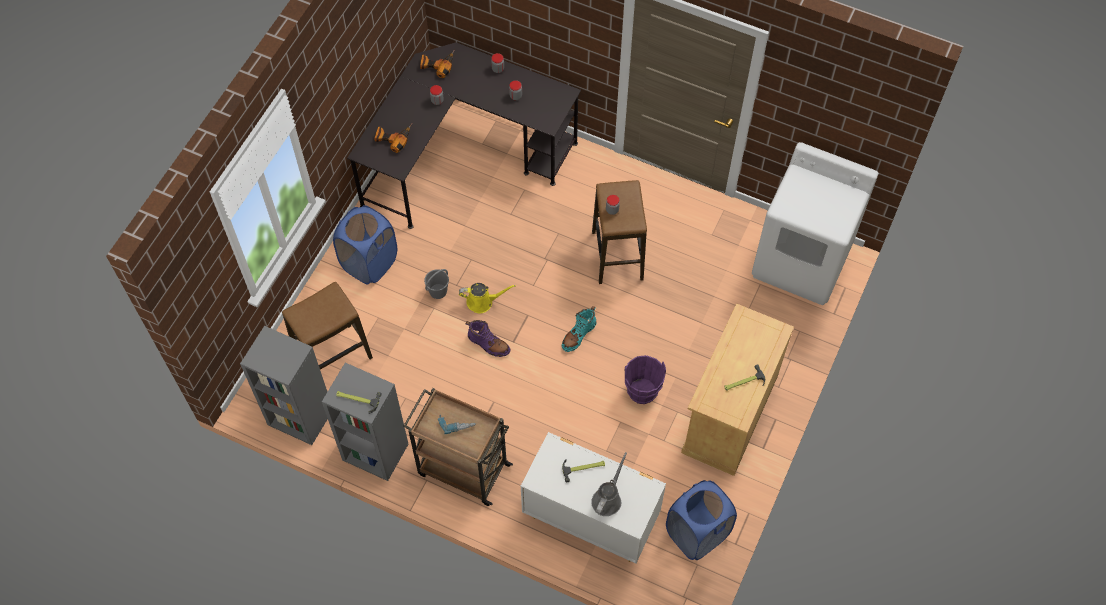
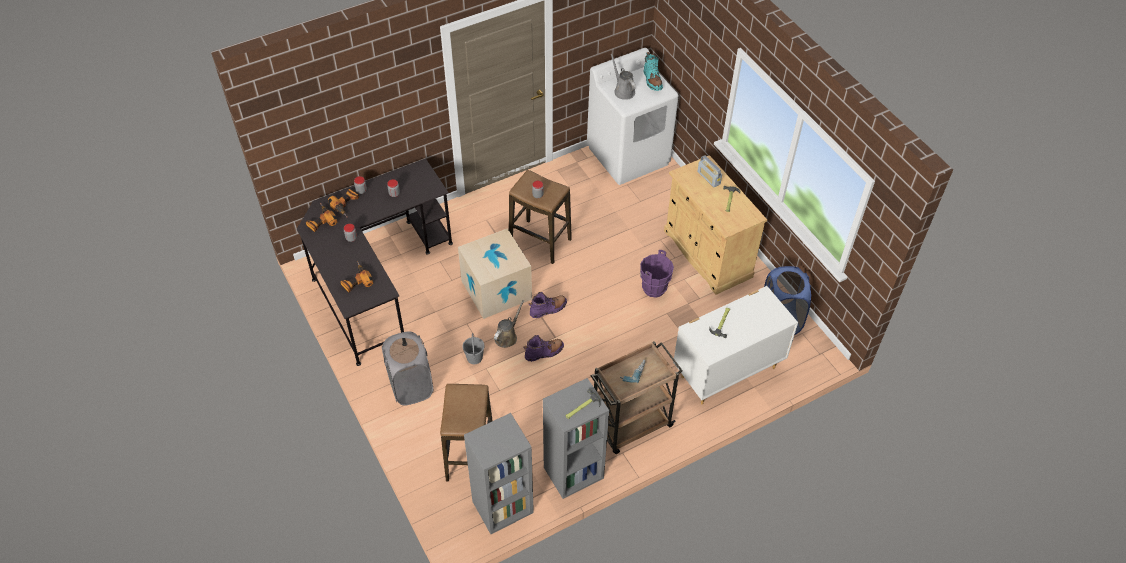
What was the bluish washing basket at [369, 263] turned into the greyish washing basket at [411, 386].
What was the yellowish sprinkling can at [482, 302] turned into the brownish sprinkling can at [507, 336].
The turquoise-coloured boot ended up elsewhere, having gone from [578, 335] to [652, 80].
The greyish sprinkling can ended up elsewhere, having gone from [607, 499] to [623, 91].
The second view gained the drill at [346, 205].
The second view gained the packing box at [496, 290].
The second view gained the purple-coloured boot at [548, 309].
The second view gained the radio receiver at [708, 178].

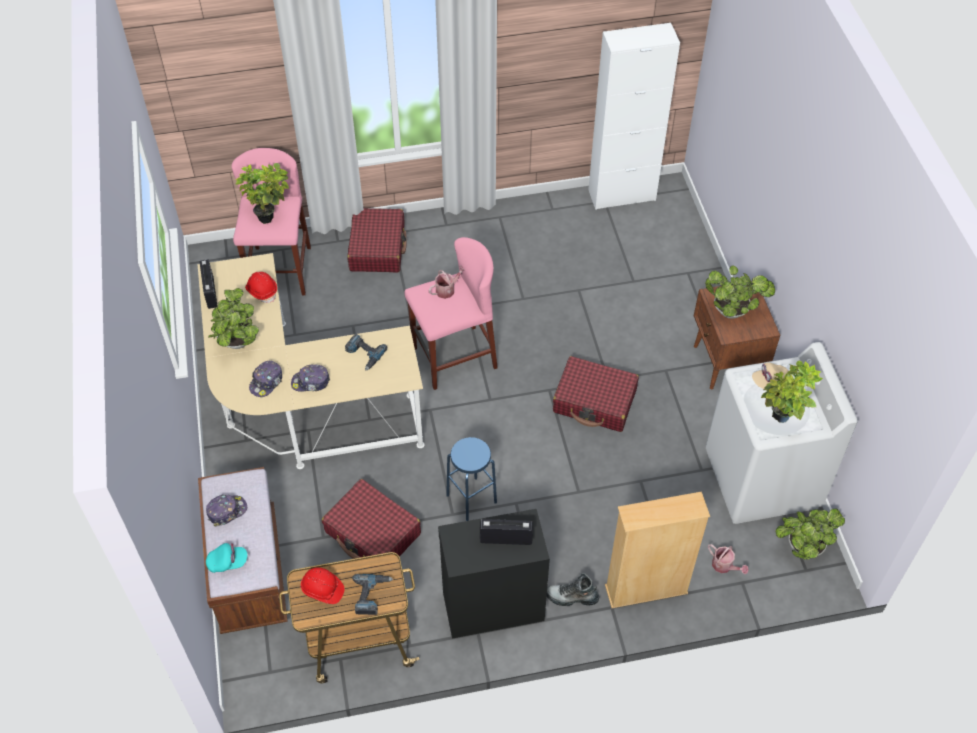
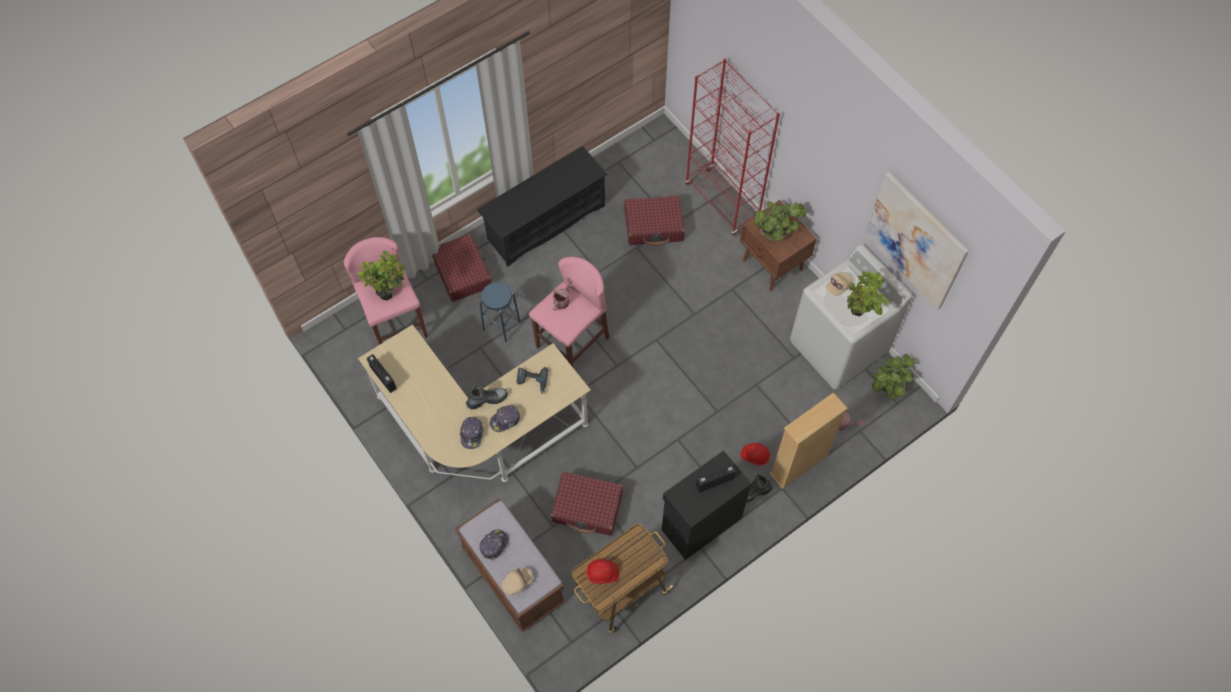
What was the turquoise-coloured peaked cap at [228, 562] turned into the beige peaked cap at [517, 582].
The second view lost the potted plant at [237, 343].
The red safety helmet ended up elsewhere, having gone from [262, 291] to [755, 456].
The second view lost the drill at [372, 595].
The bluish sitting stool ended up elsewhere, having gone from [471, 498] to [501, 325].
The red suitcase ended up elsewhere, having gone from [595, 401] to [654, 226].
The second view lost the white-coloured storage cabinet at [622, 195].
The second view gained the boot at [487, 399].
The second view gained the blackish shoe shelf at [545, 222].
The second view gained the red bookcase at [722, 202].
The second view gained the picture at [915, 241].

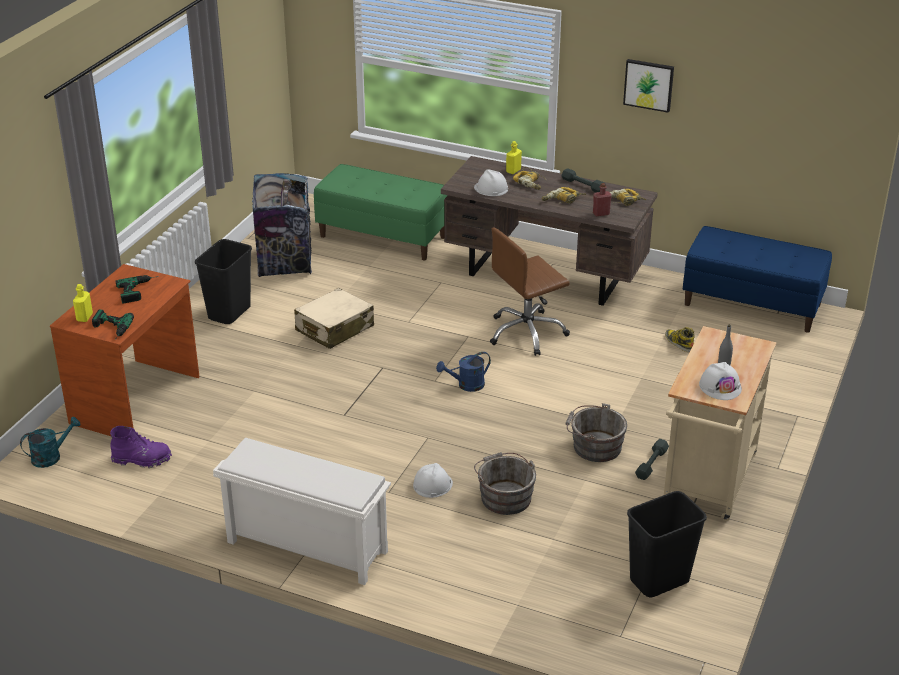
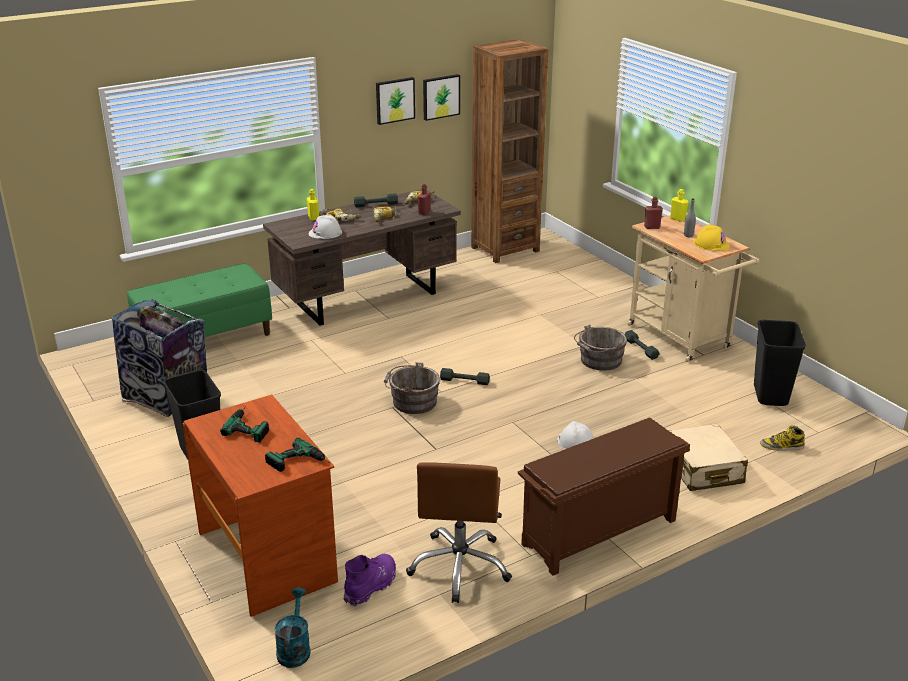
The yellowish bottle ended up elsewhere, having gone from [84, 317] to [678, 219].
What was the white-coloured shoe shelf at [305, 547] turned into the brownish shoe shelf at [598, 534].
The beige suitcase ended up elsewhere, having gone from [334, 329] to [702, 469].
Where the bluish sprinkling can stood at [466, 385], the greyish free weight came to stand at [464, 381].
The greyish water bucket ended up elsewhere, having gone from [504, 496] to [412, 402].
The brownish desk chair ended up elsewhere, having gone from [527, 333] to [460, 566].
The boot ended up elsewhere, having gone from [679, 343] to [782, 446].
Where the bluish long seat stood at [753, 305], the brownish bookcase came to stand at [505, 249].
What was the white-coloured safety helmet at [720, 386] turned into the yellowish safety helmet at [711, 244].
The second view gained the picture at [440, 96].
The second view gained the red bottle at [652, 227].

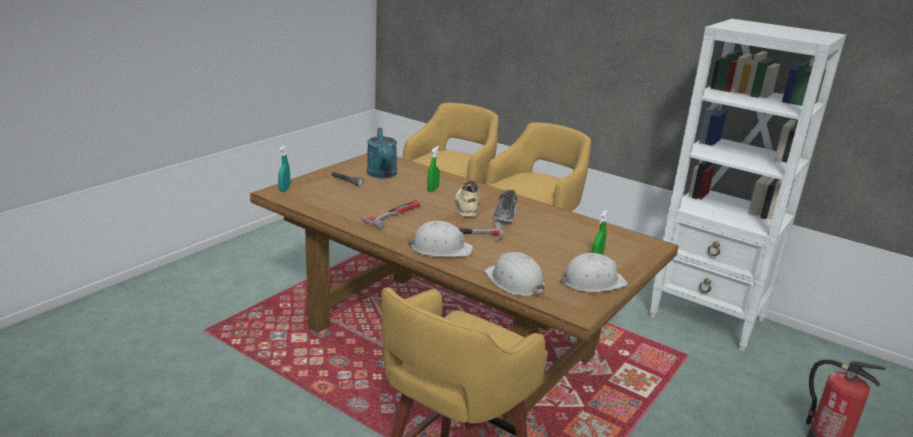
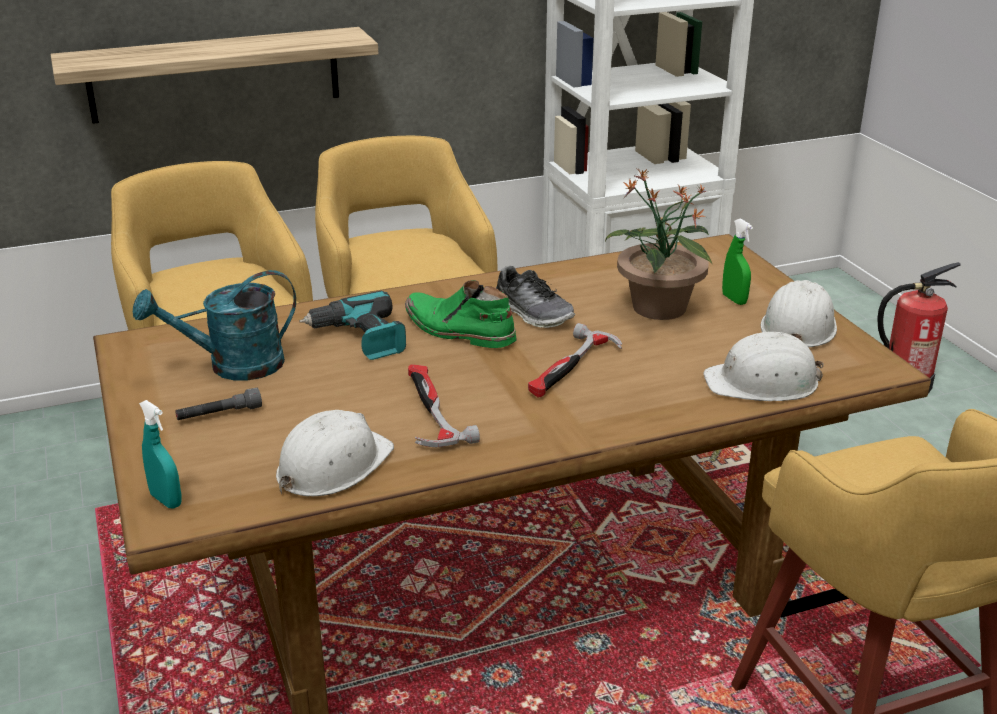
The turquoise-coloured sprinkling can at [382, 175] ended up facing another way, 135 degrees clockwise from before.
The white-coloured safety helmet ended up elsewhere, having gone from [440, 248] to [332, 465].
Where the green spray bottle stood at [433, 189], the drill came to stand at [360, 339].
What was the beige boot at [466, 205] turned into the green boot at [458, 330].
The second view gained the shelf at [215, 74].
The second view gained the potted plant at [658, 308].

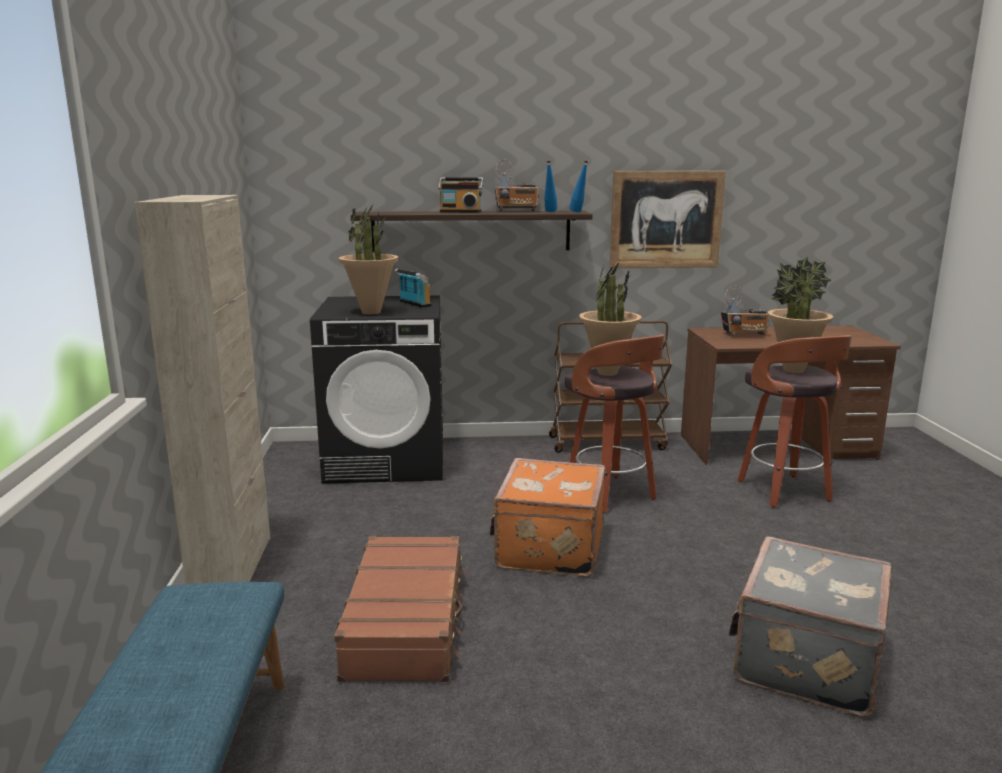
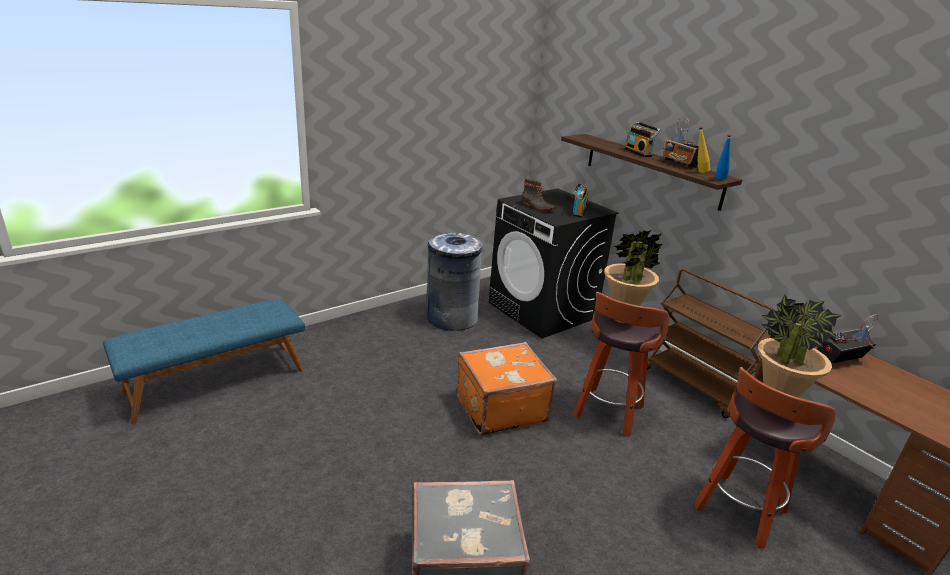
The second view lost the beige storage cabinet at [232, 566].
The second view lost the brownish suitcase at [407, 623].
Where the potted plant stood at [371, 312], the boot came to stand at [536, 207].
What was the bluish bottle at [549, 212] turned into the yellowish bottle at [698, 172].
The second view lost the picture at [666, 219].
The radio receiver at [744, 335] ended up facing another way, 105 degrees clockwise from before.
The second view gained the greyish waste bin at [451, 318].

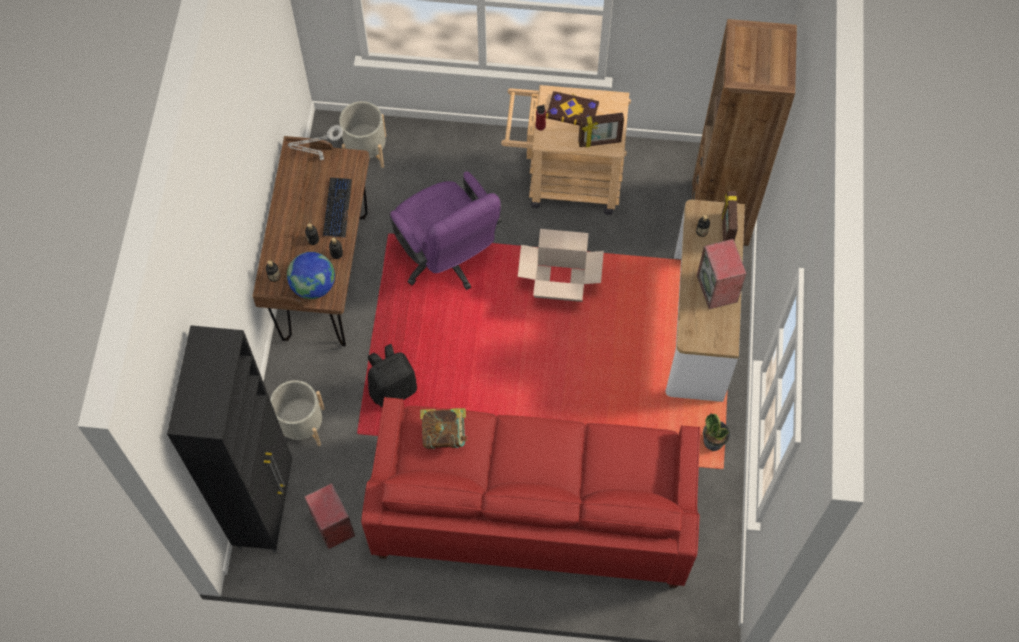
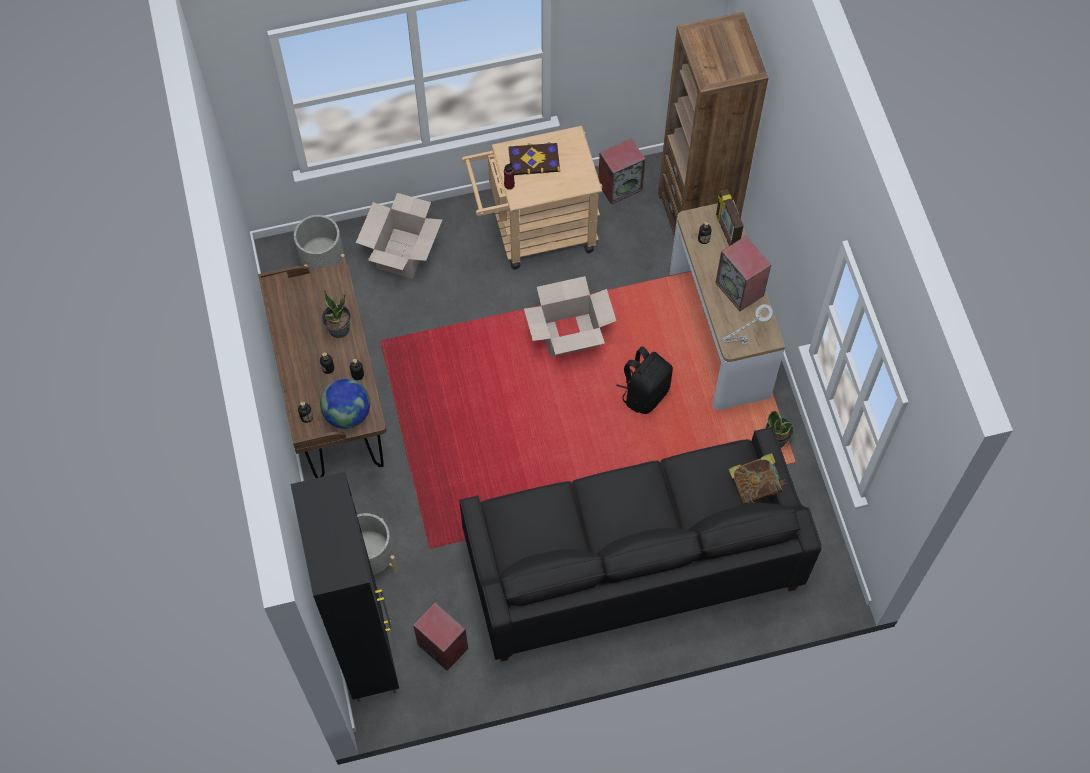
The greyish tabletop lamp ended up elsewhere, having gone from [320, 158] to [742, 343].
Where the keyboard stood at [337, 208], the potted plant came to stand at [339, 329].
What was the red settee at [532, 510] turned into the blackish settee at [630, 564].
The blackish knapsack ended up elsewhere, having gone from [393, 388] to [644, 393].
The second view lost the purple-coloured desk chair at [447, 259].
The volume ended up elsewhere, having gone from [444, 434] to [755, 485].
The second view lost the photo frame at [599, 142].
The second view gained the packing box at [403, 253].
The second view gained the speaker at [620, 186].

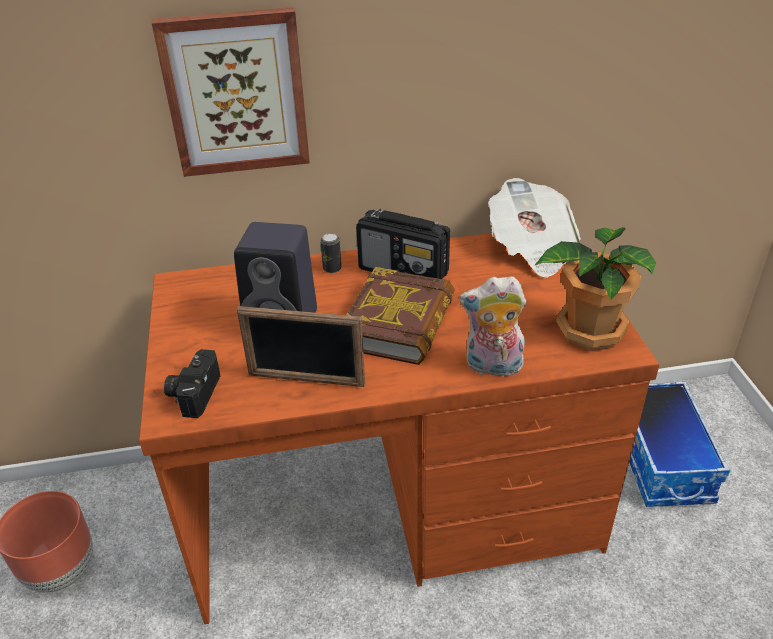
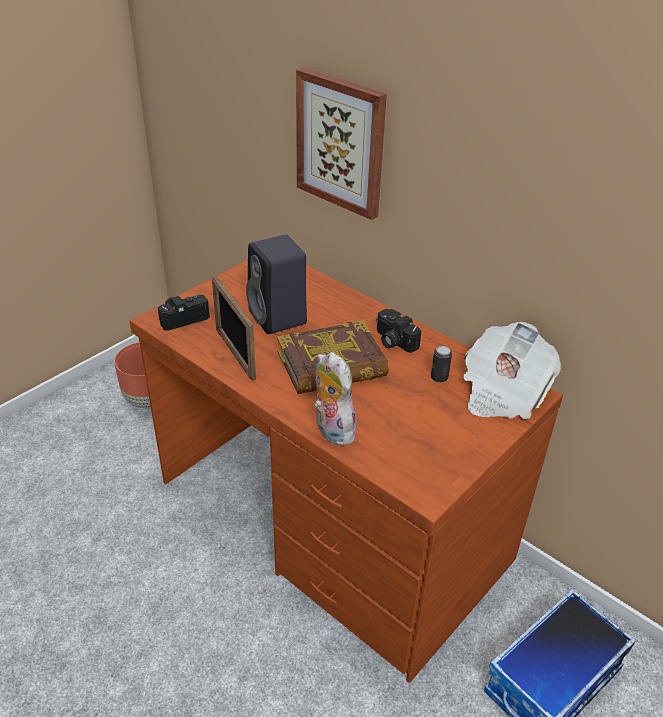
The sealed can ended up elsewhere, having gone from [332, 268] to [439, 377].
Where the radio receiver stood at [404, 271], the photo camera came to stand at [393, 341].
The second view lost the potted plant at [588, 330].

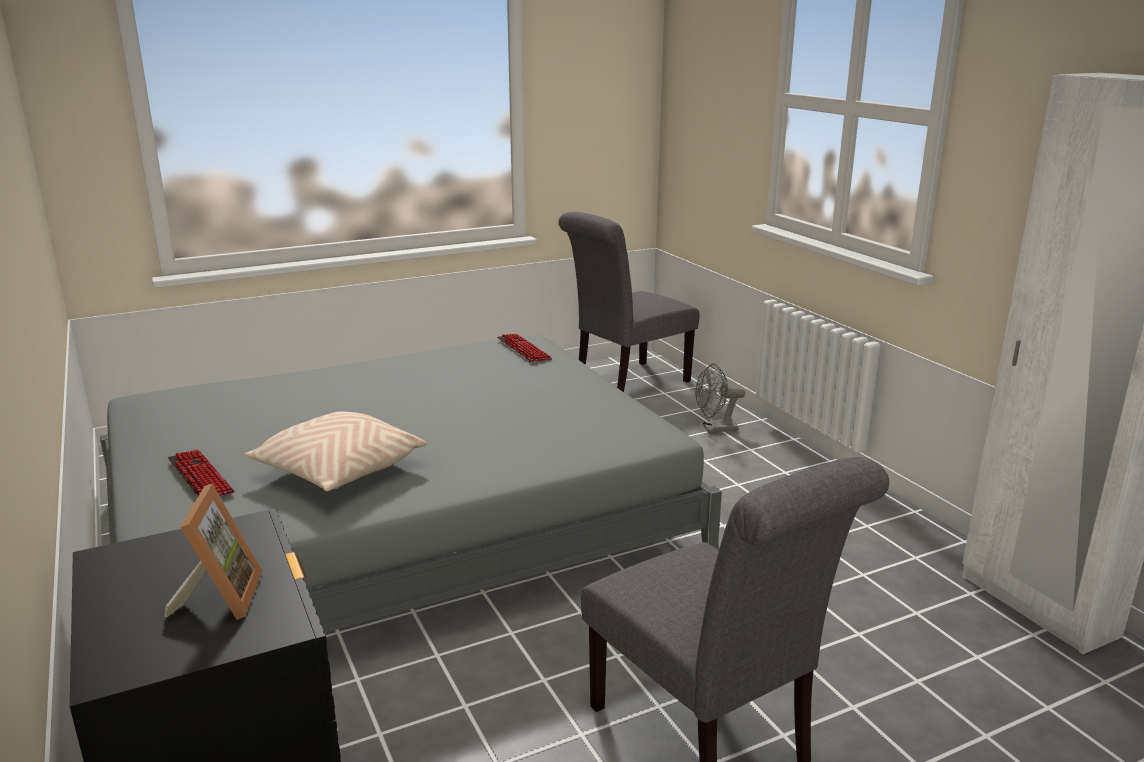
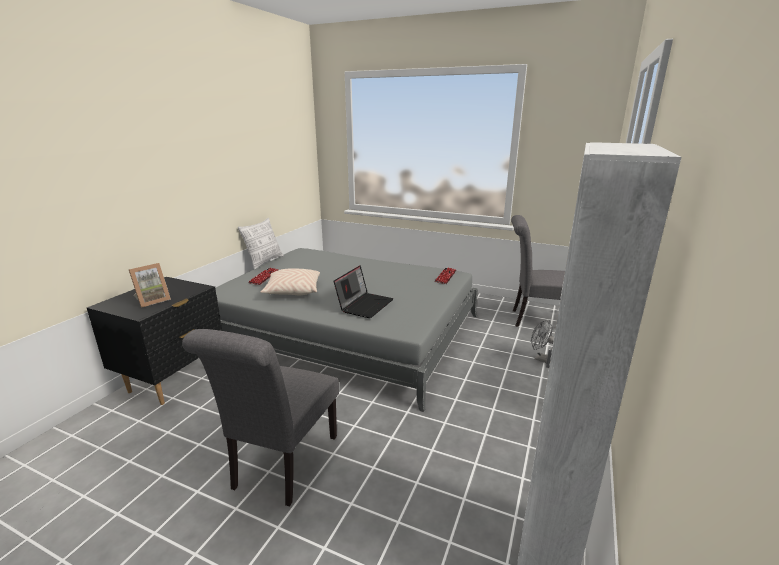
The second view gained the pillow at [264, 262].
The second view gained the notebook computer at [364, 305].

